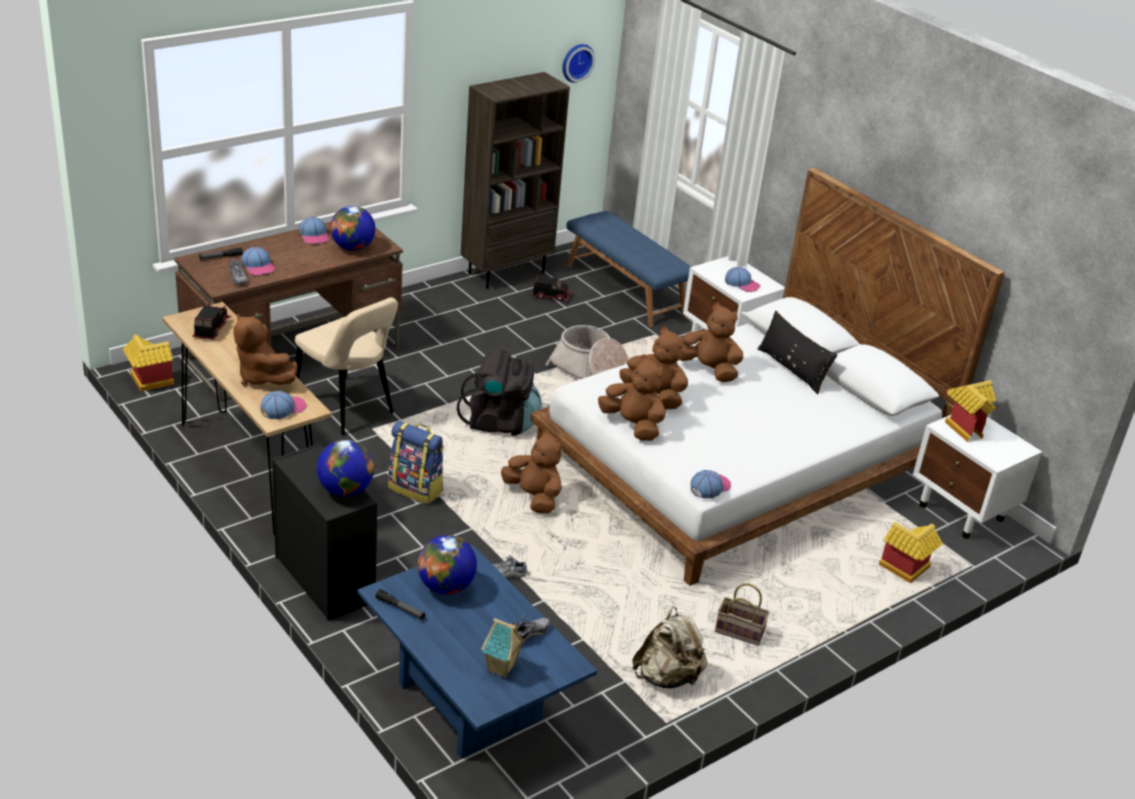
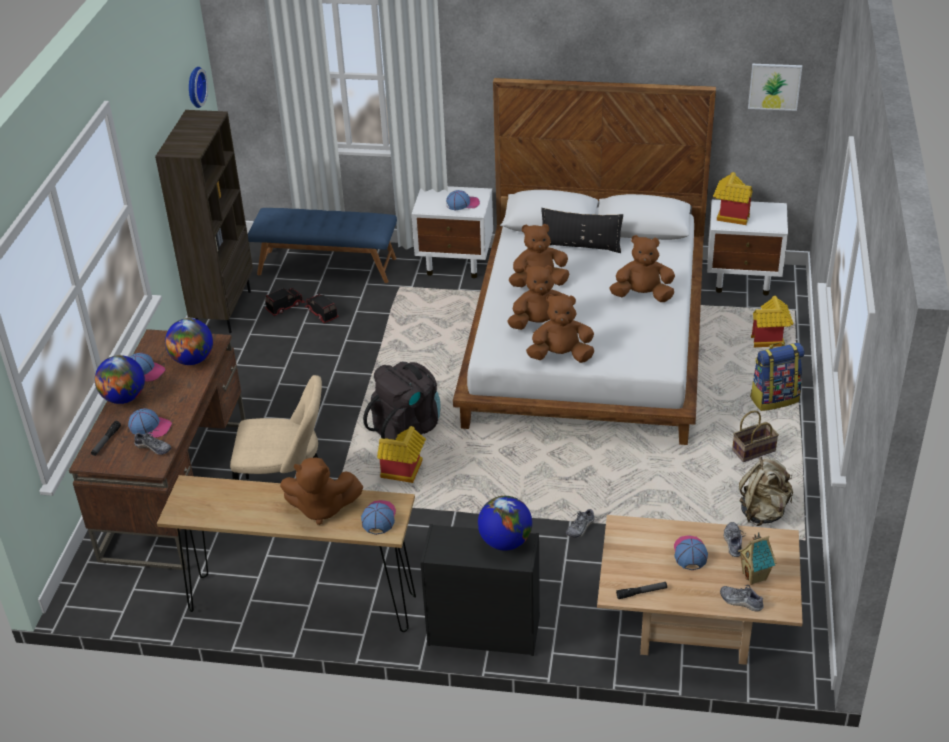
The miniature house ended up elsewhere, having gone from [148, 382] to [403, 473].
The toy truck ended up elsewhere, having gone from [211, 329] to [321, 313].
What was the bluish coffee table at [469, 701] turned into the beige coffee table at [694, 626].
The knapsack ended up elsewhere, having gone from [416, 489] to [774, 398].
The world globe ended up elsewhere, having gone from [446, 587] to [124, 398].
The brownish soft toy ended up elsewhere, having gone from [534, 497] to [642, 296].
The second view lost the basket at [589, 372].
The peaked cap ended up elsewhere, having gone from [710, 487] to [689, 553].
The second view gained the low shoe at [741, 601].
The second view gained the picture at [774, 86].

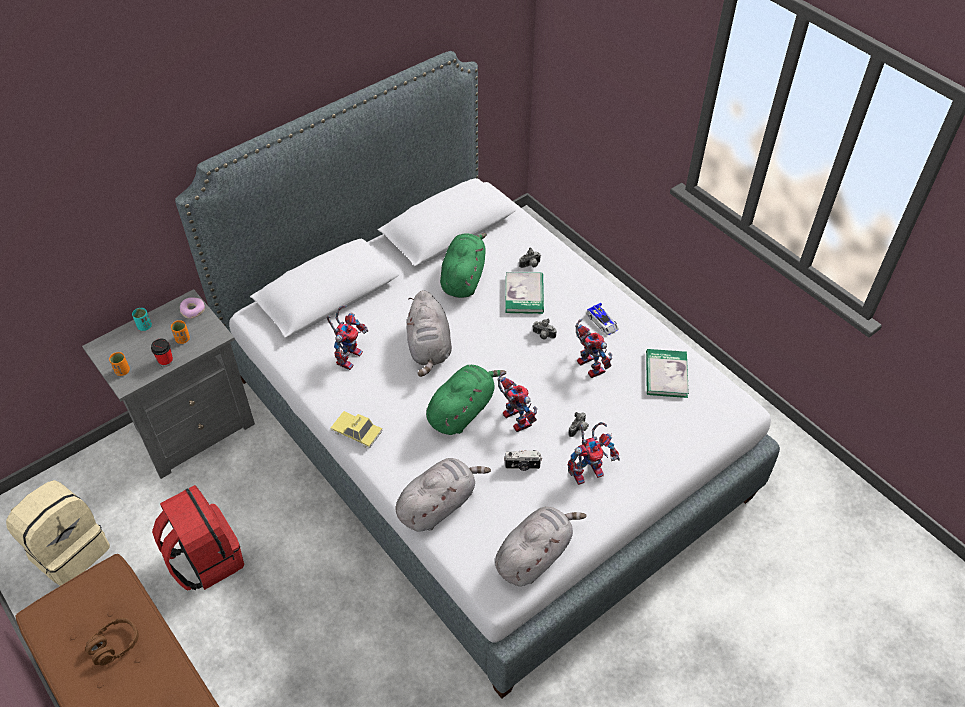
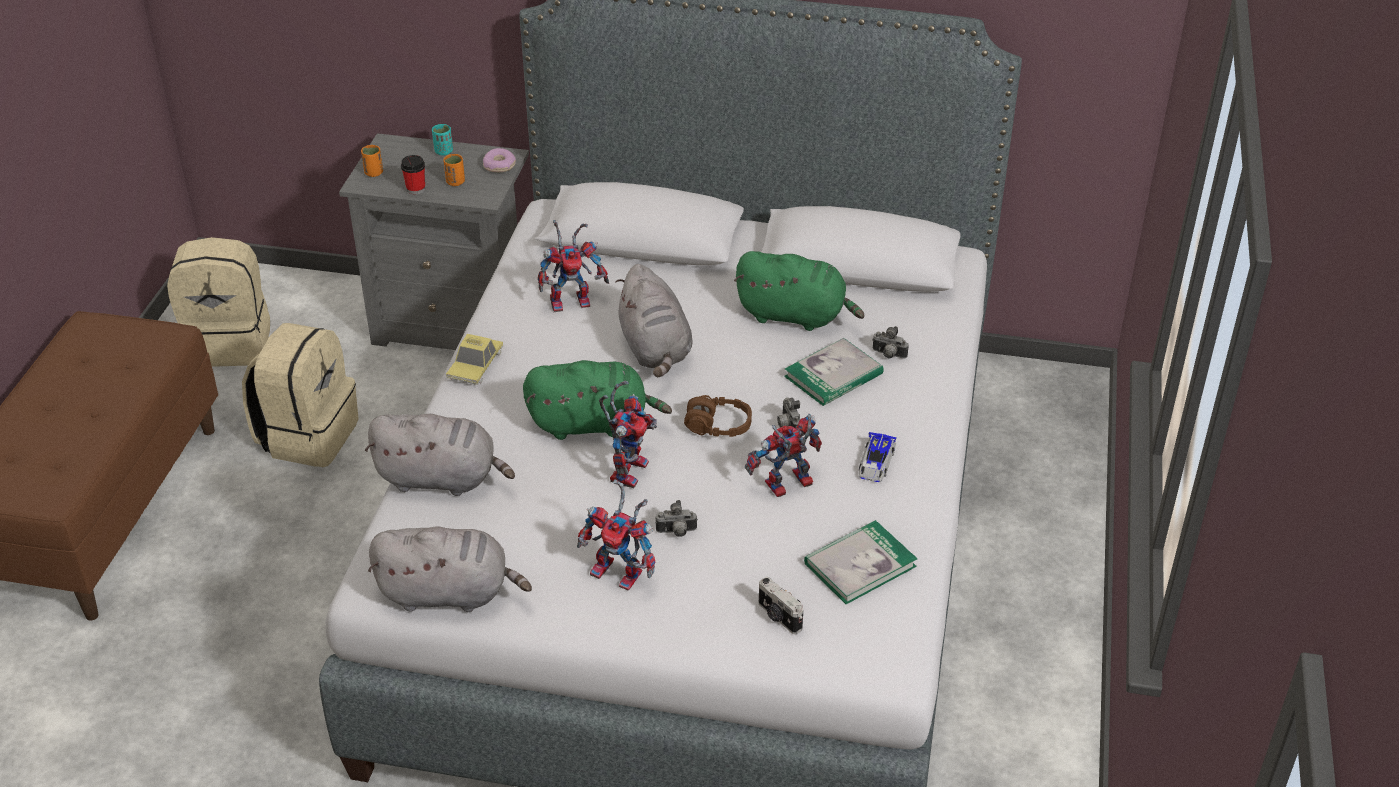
The brownish pair of headphones ended up elsewhere, having gone from [115, 645] to [718, 426].
What was the red knapsack at [205, 559] turned into the beige knapsack at [308, 435].
The model car at [357, 432] ended up facing another way, 150 degrees counterclockwise from before.
The greyish soft toy at [429, 348] ended up facing another way, 60 degrees counterclockwise from before.
The green soft toy at [463, 278] ended up facing another way, 45 degrees clockwise from before.
The photo camera ended up elsewhere, having gone from [522, 466] to [778, 617].
The toy robot at [587, 365] ended up facing another way, 135 degrees counterclockwise from before.

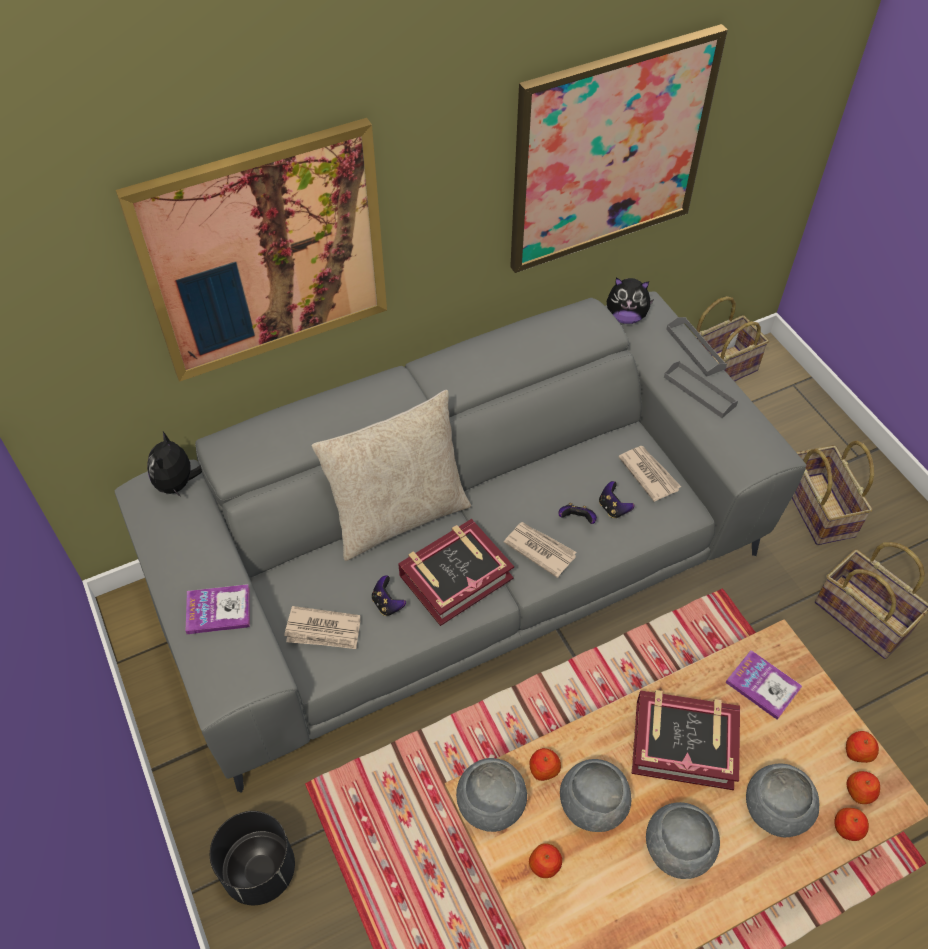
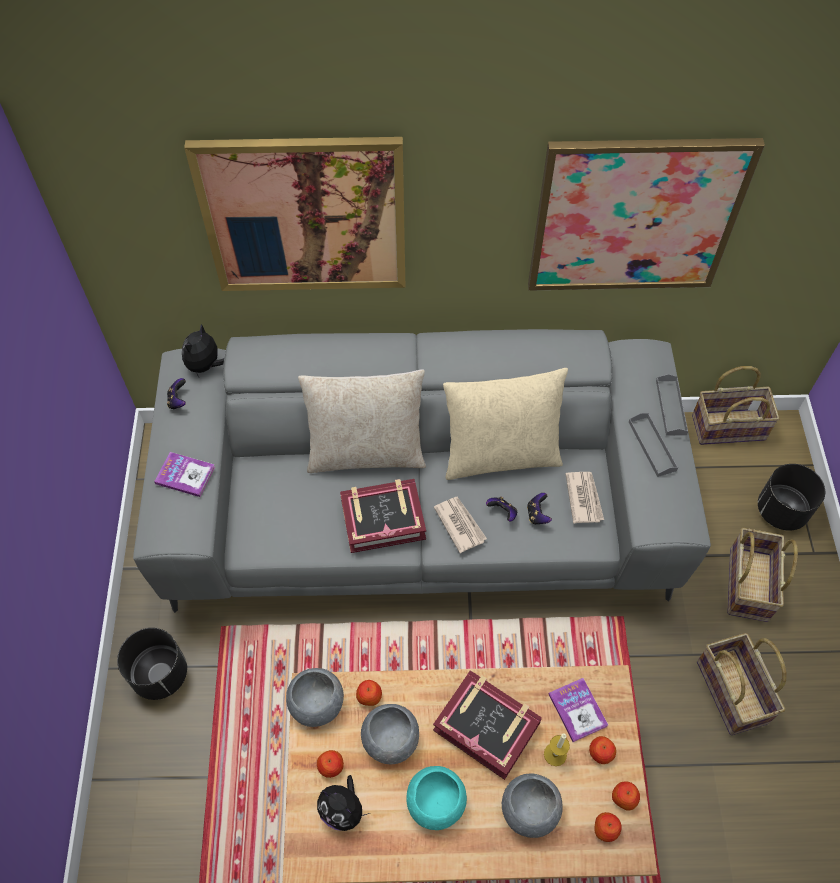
The second view lost the daily paper at [323, 630].
The joypad ended up elsewhere, having gone from [387, 604] to [178, 401].
The soft toy ended up elsewhere, having gone from [626, 317] to [343, 810].
What was the greyish serving bowl at [678, 848] turned into the turquoise-coloured serving bowl at [436, 802].
The apple fruit ended up elsewhere, having gone from [847, 828] to [600, 753].
The second view gained the beige pillow at [500, 455].
The second view gained the candle at [555, 754].
The second view gained the blackish flower pot at [781, 510].

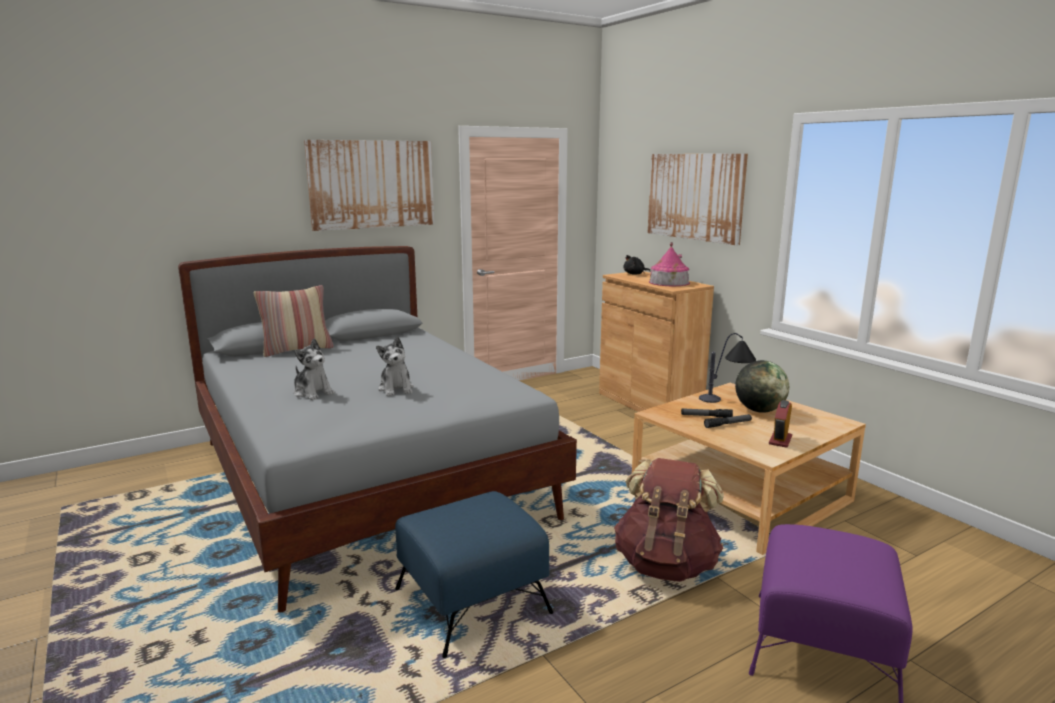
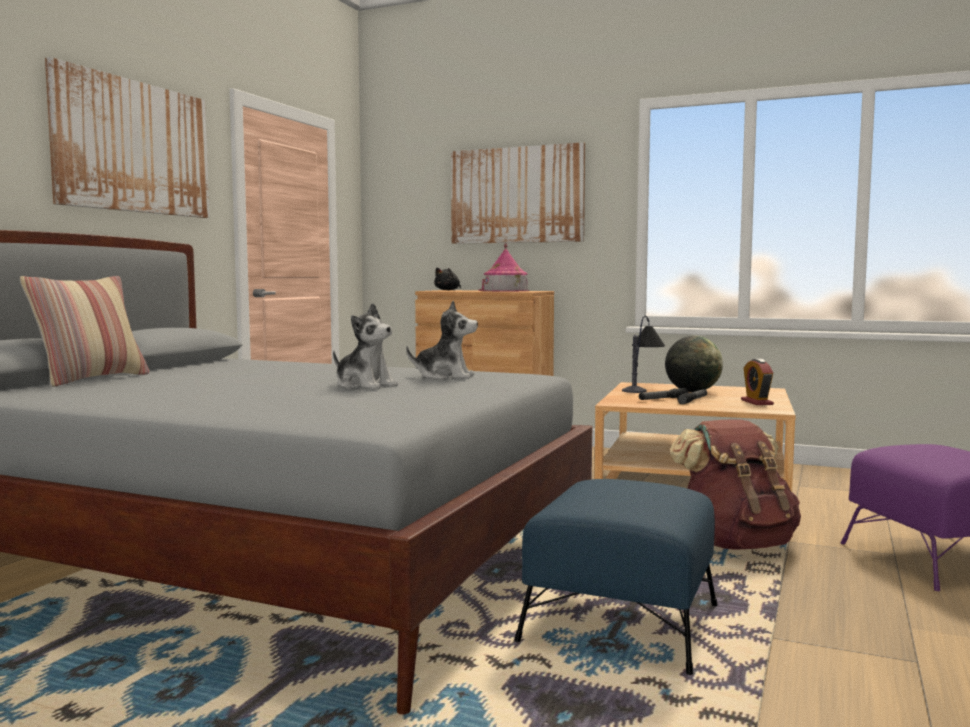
The soft toy ended up elsewhere, having gone from [313, 392] to [445, 377].

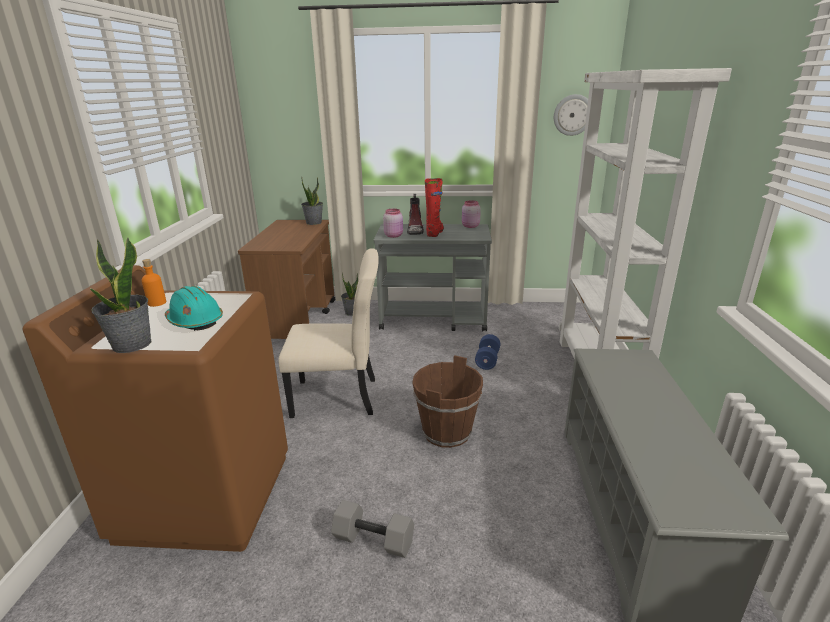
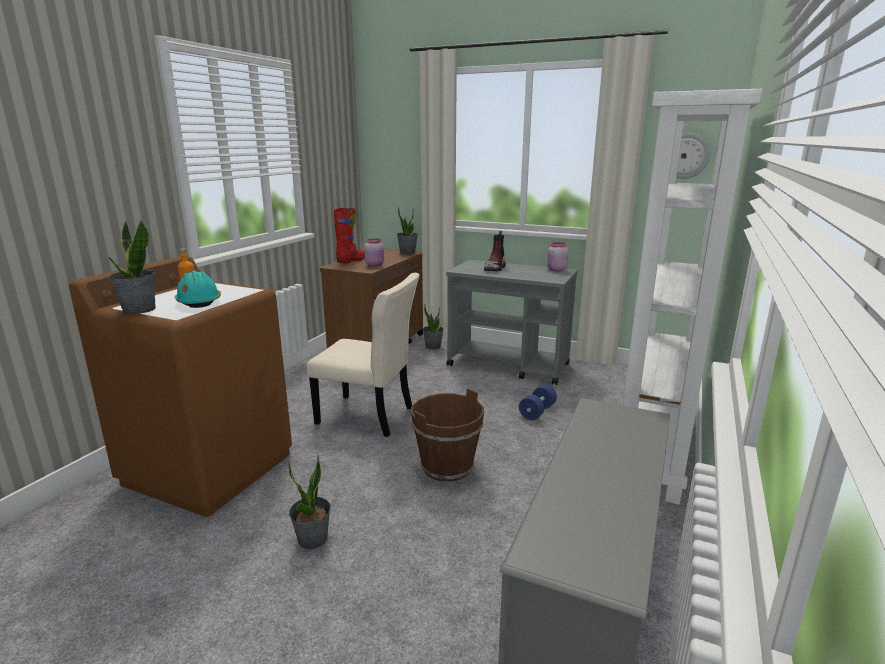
Where the greyish free weight stood at [372, 541], the potted plant came to stand at [313, 539].
The pink-coloured preserve jar ended up elsewhere, having gone from [394, 235] to [375, 265].
The red boot ended up elsewhere, having gone from [435, 233] to [352, 260].

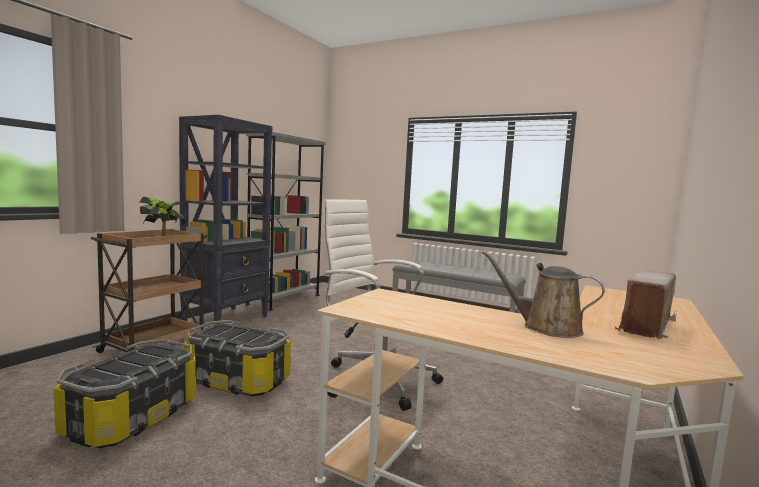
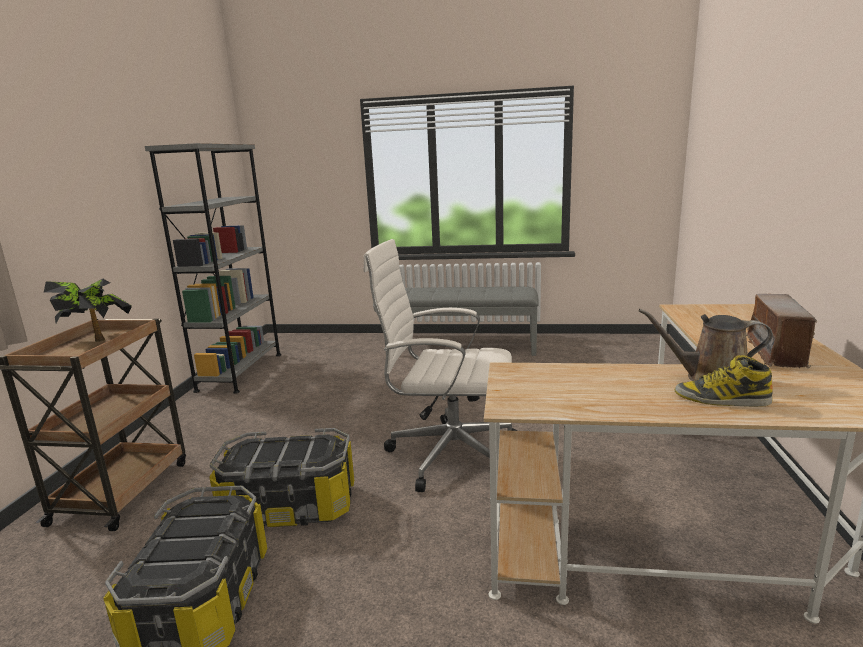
The second view lost the blackish bookcase at [226, 319].
The second view gained the boot at [721, 399].

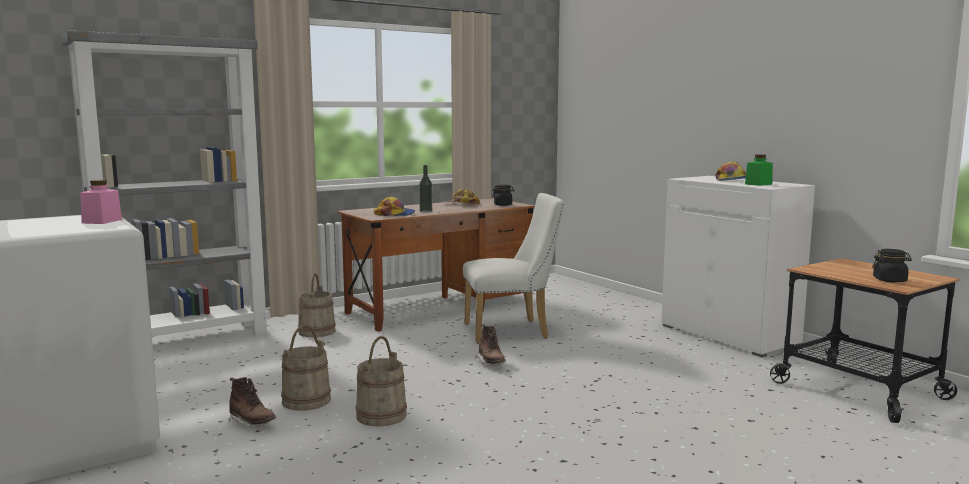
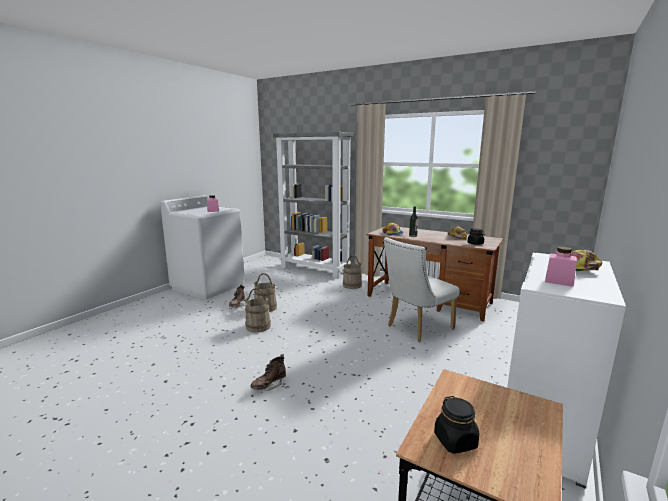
The white-coloured plain chair at [512, 331] ended up facing another way, 90 degrees clockwise from before.
The brownish boot ended up elsewhere, having gone from [491, 363] to [269, 385].
What was the green preserve jar at [758, 184] turned into the pink-coloured preserve jar at [559, 281].

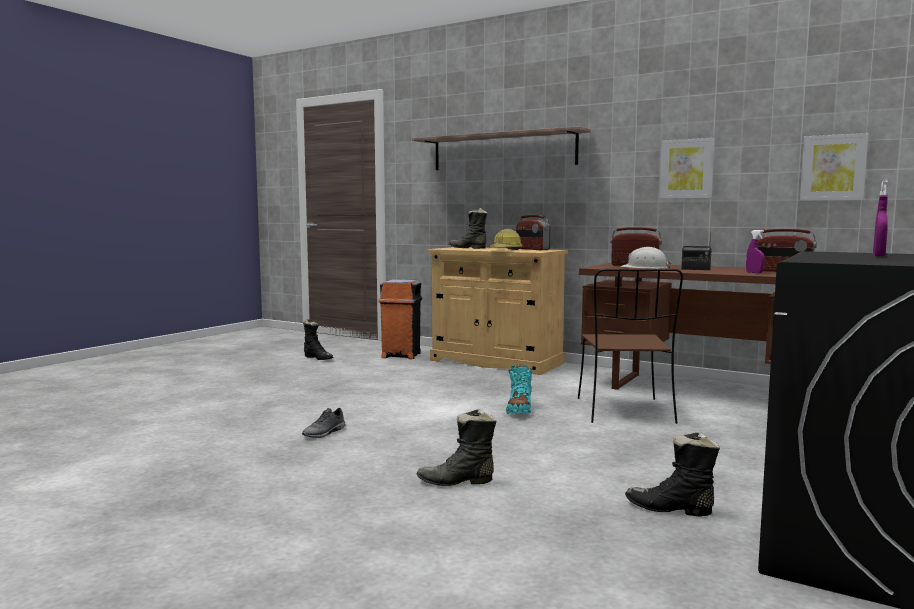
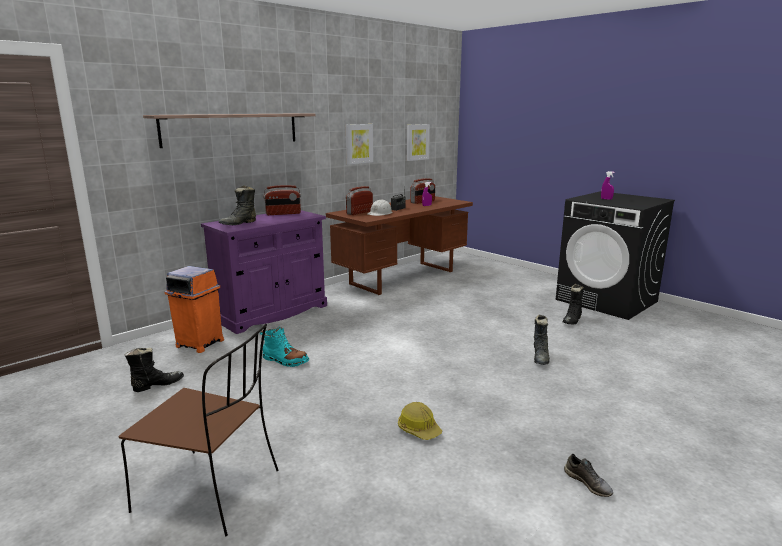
The greyish low shoe ended up elsewhere, having gone from [324, 433] to [588, 483].
What was the beige storage cabinet at [496, 362] turned into the purple-coloured storage cabinet at [271, 312].
The safety helmet ended up elsewhere, having gone from [505, 250] to [419, 429].
The turquoise-coloured boot ended up elsewhere, having gone from [519, 409] to [285, 360].
The brownish plain chair ended up elsewhere, having gone from [625, 412] to [211, 491].

